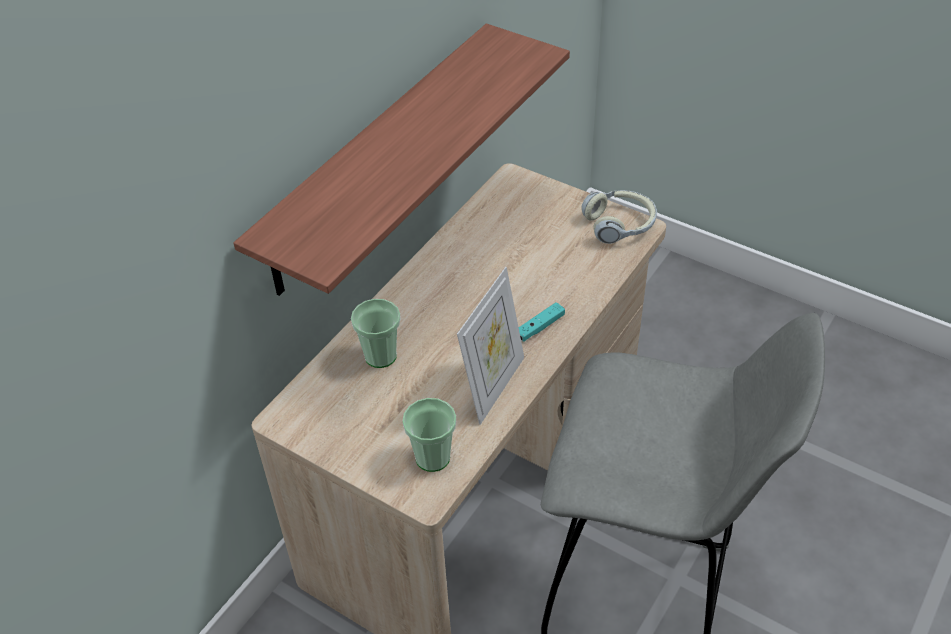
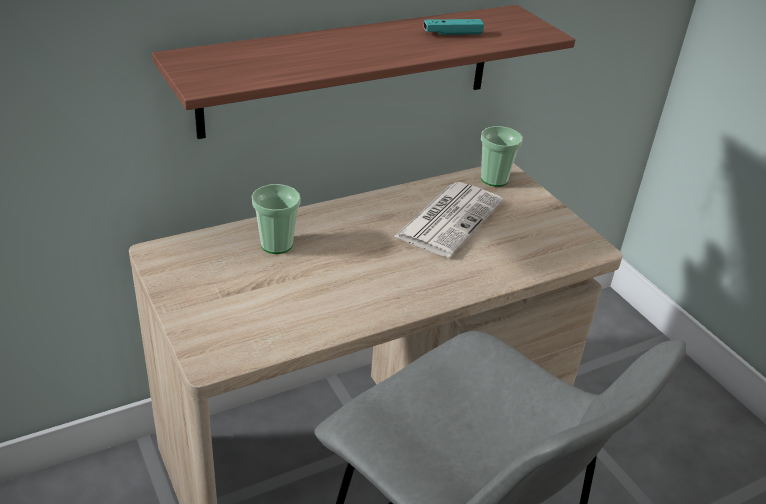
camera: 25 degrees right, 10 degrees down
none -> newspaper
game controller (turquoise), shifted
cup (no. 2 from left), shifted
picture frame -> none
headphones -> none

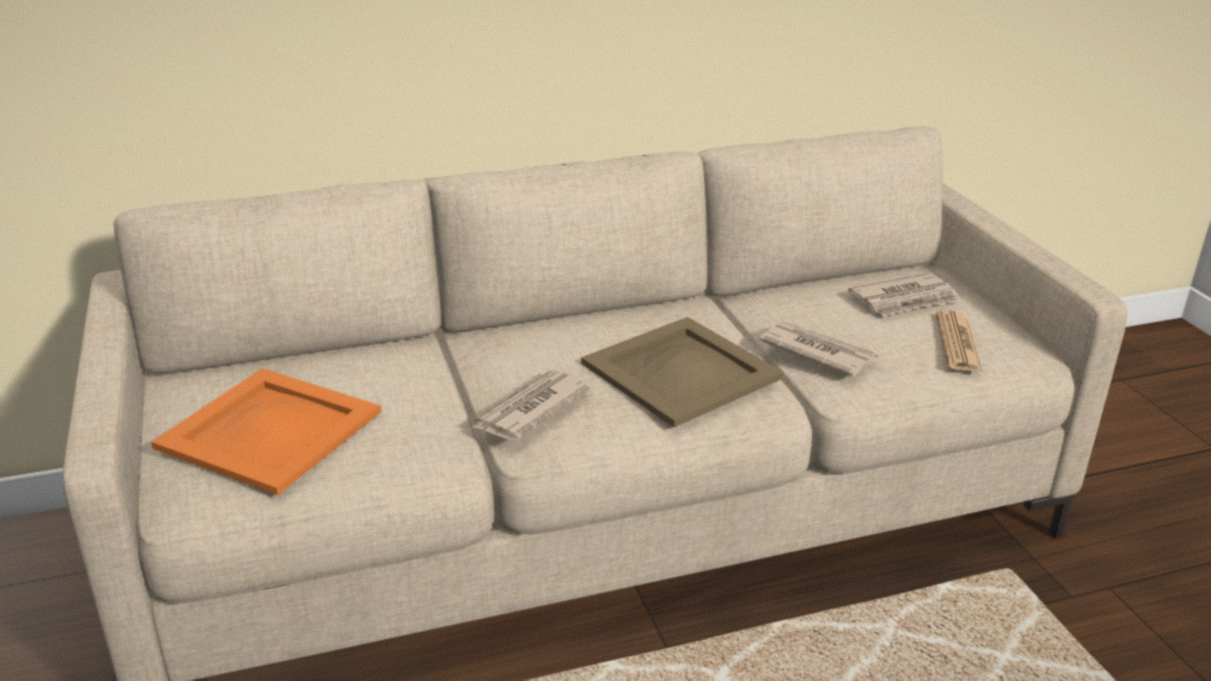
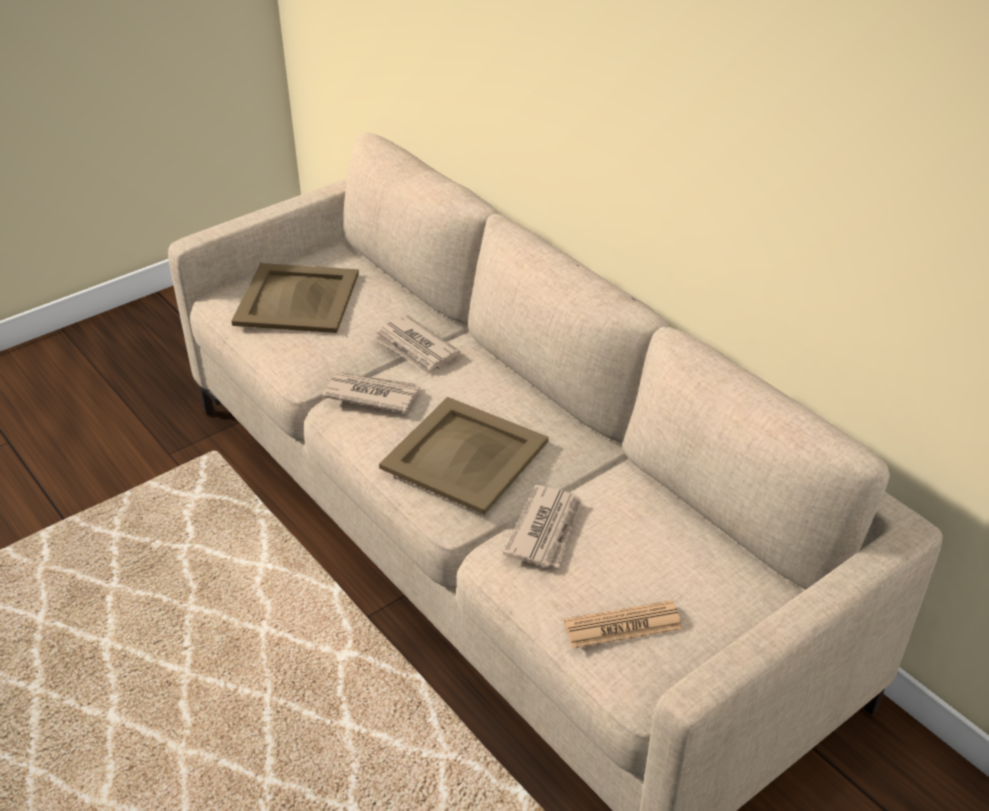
camera: 70 degrees right, 10 degrees up
tray (orange) -> tray (beige) (no. 1 from left)
newspaper (no. 3 from left in the first image) -> newspaper (no. 2 from left), shifted

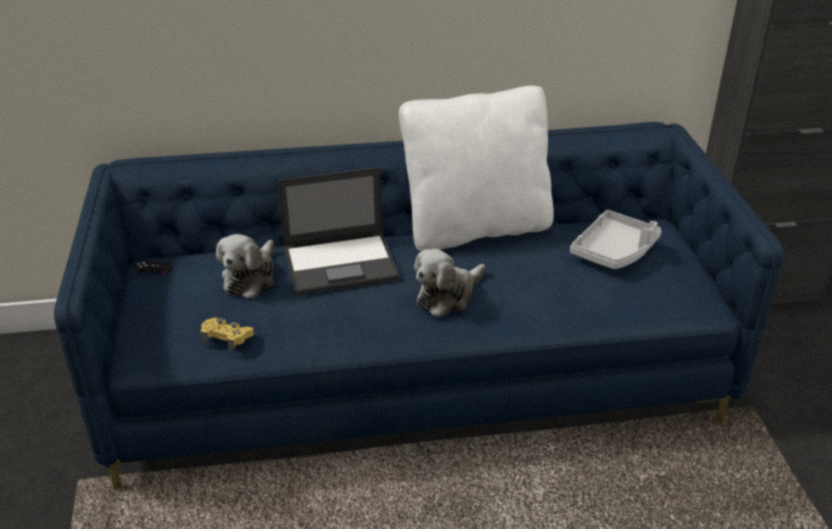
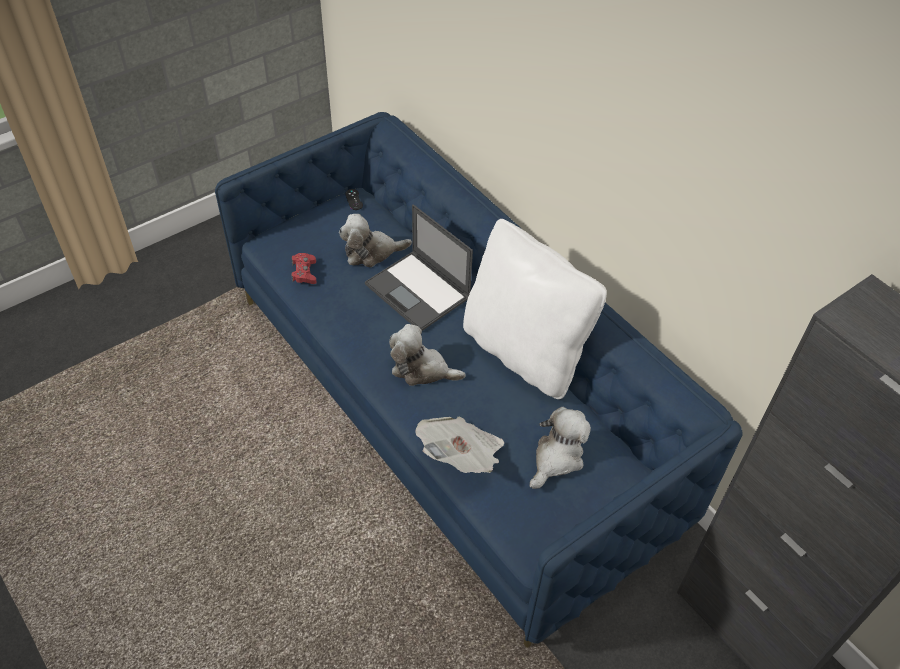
camera: 60 degrees right, 15 degrees up
game controller (yellow) -> game controller (red)
none -> newspaper
tray (grey) -> plush toy (no. 3 from left)

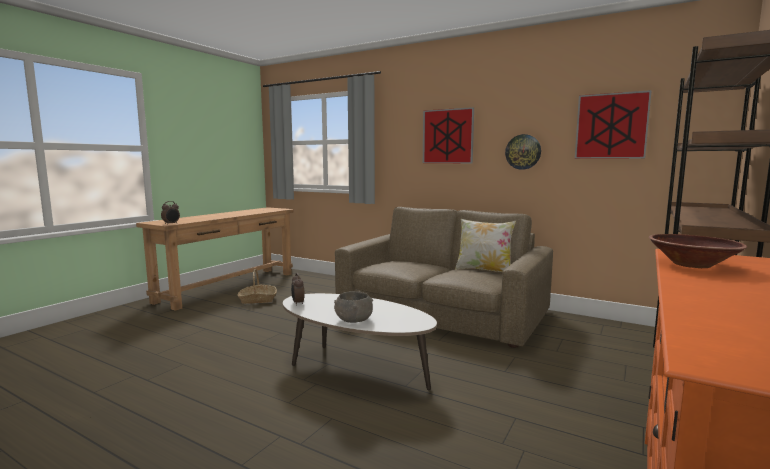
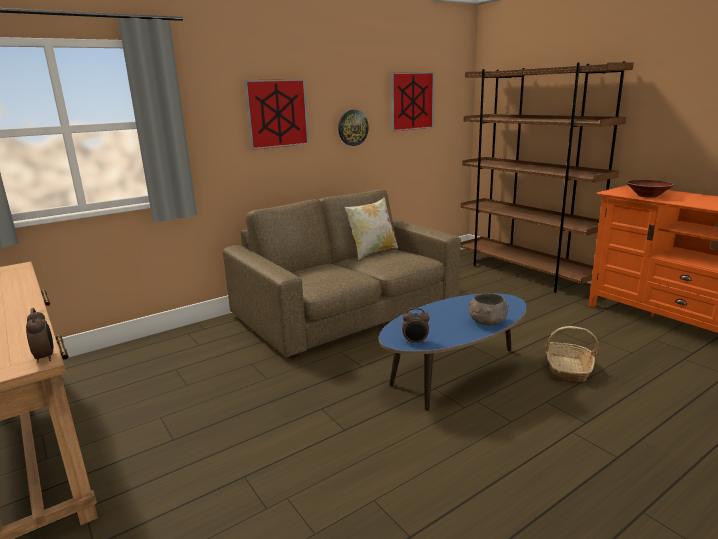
camera: 65 degrees left, 10 degrees up
coffee table (white) -> coffee table (blue)
basket, shifted

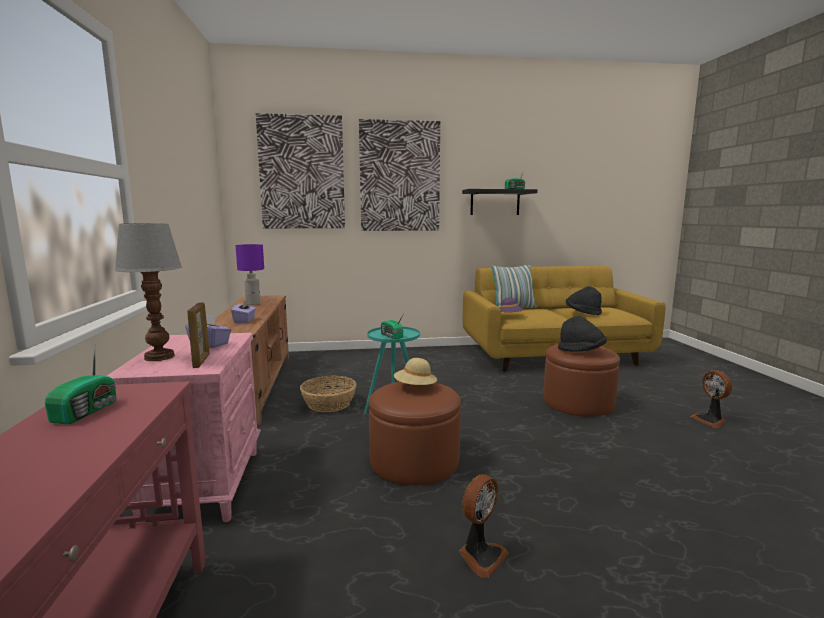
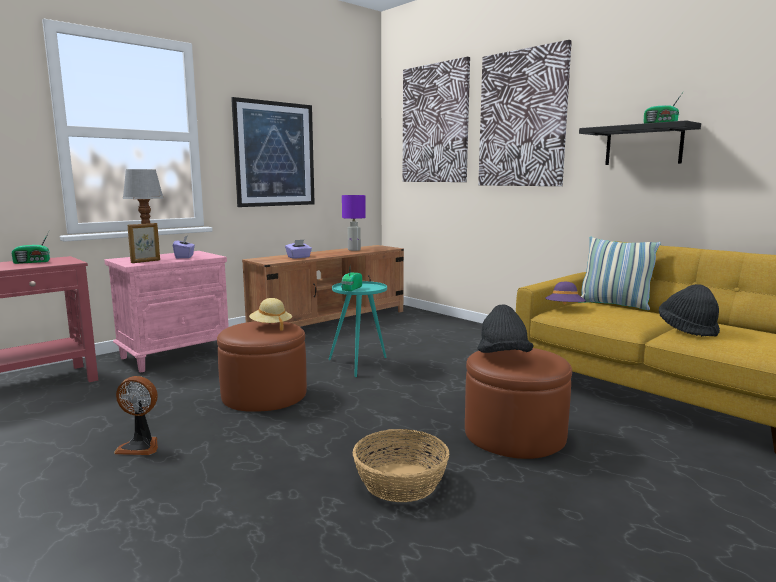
camera: 55 degrees right, 0 degrees up
none -> picture (no. 1 from left)
basket, shifted
fan (no. 2 from left) -> none

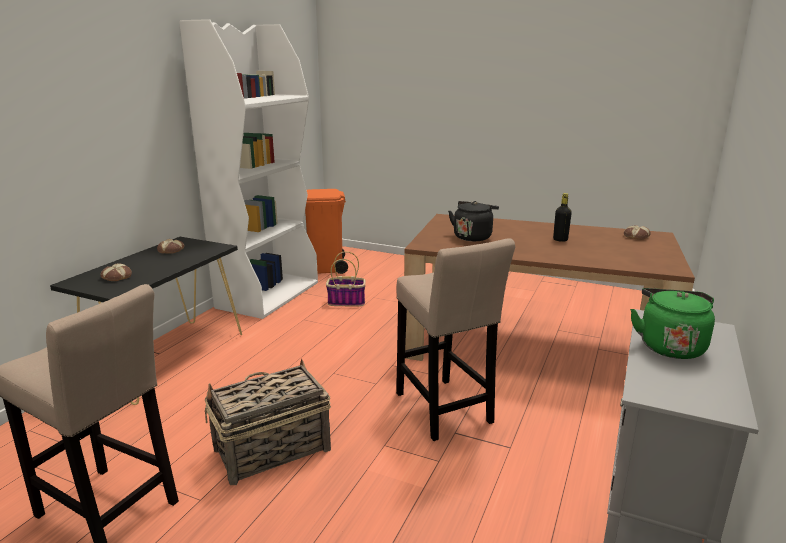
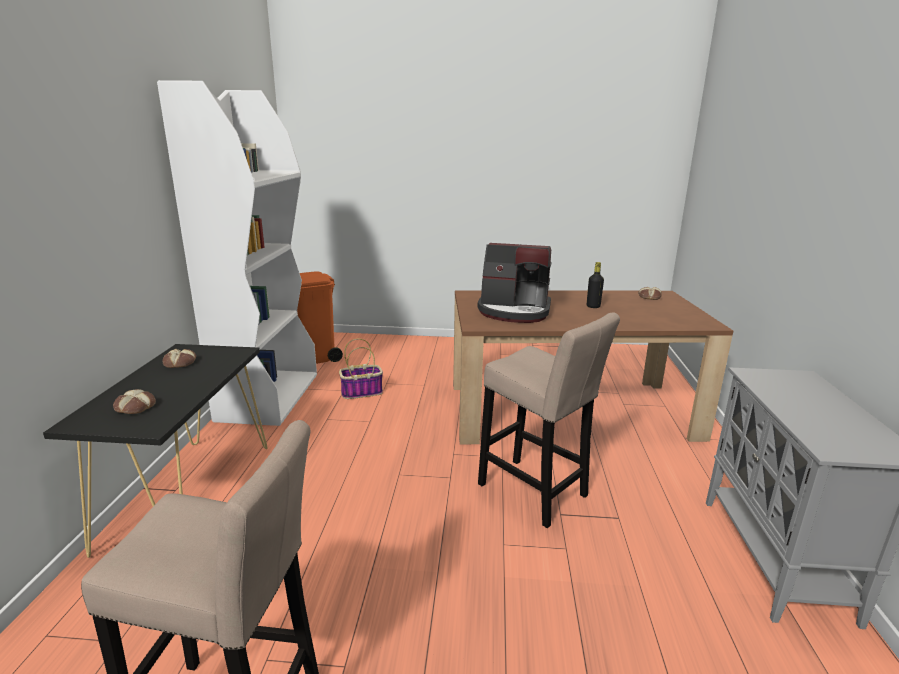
camera: 20 degrees left, 0 degrees up
kettle (black) -> coffee machine
basket (no. 1 from left) -> none
kettle (green) -> none

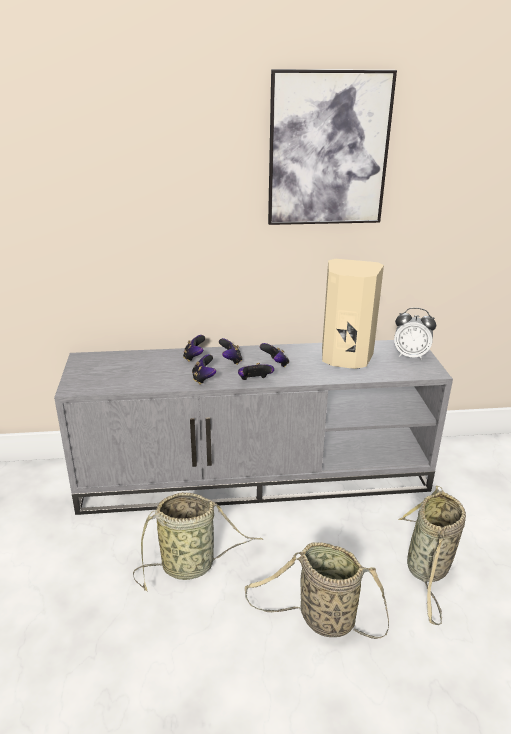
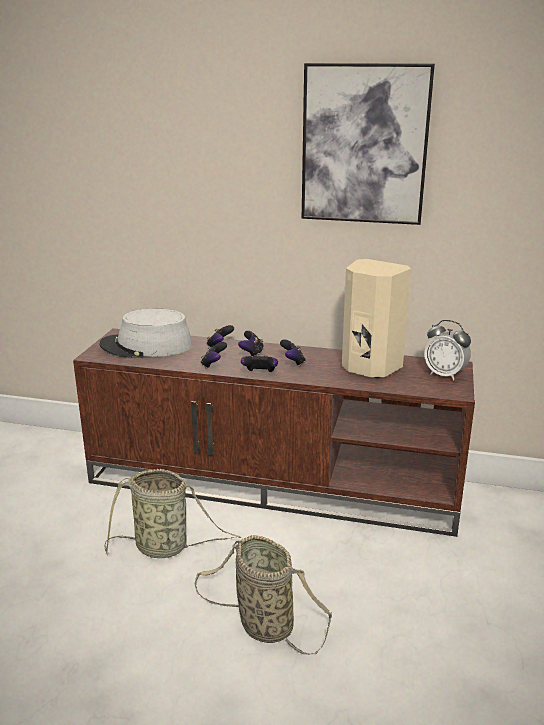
camera: 20 degrees right, 5 degrees down
tv stand (grey) -> tv stand (brown)
none -> hat (grey)
basket (no. 3 from left) -> none

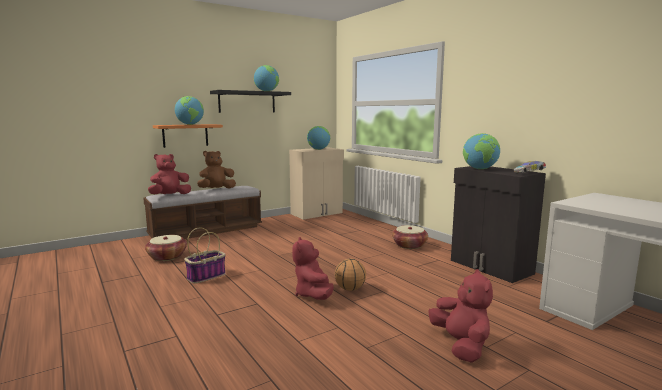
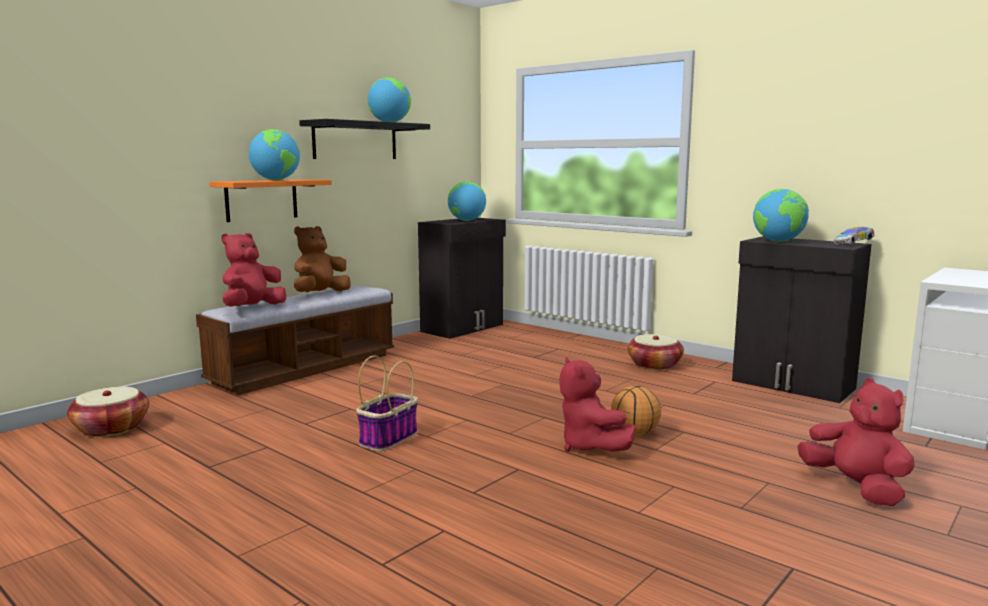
camera: 15 degrees left, 0 degrees up
basket (no. 1 from left), shifted
cabinet (beige) -> cabinet (black) (no. 1 from left)

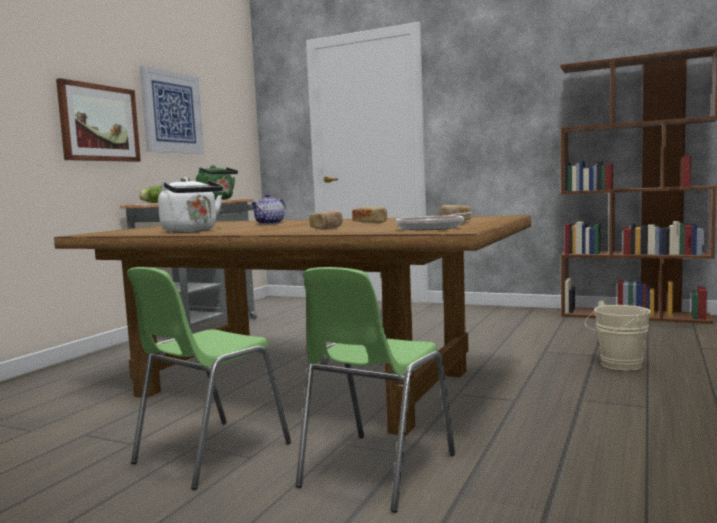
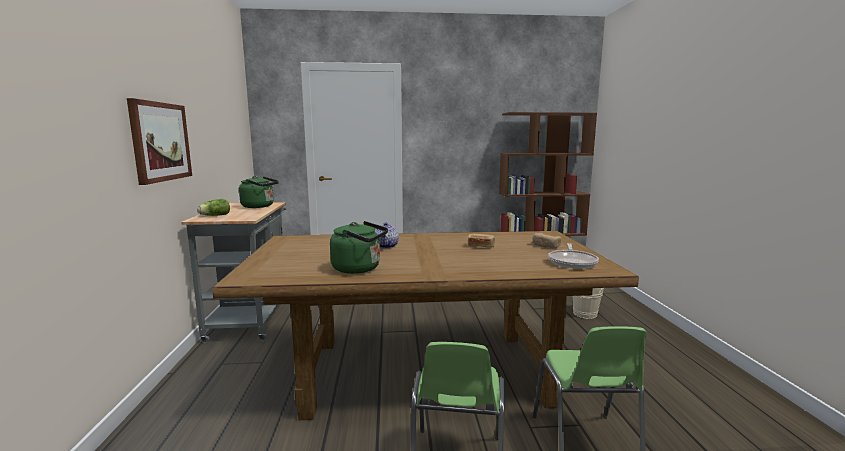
camera: 30 degrees left, 5 degrees up
kettle (white) -> kettle (green) (no. 2 from left)
picture (no. 2 from left) -> none
bread (no. 1 from left) -> none

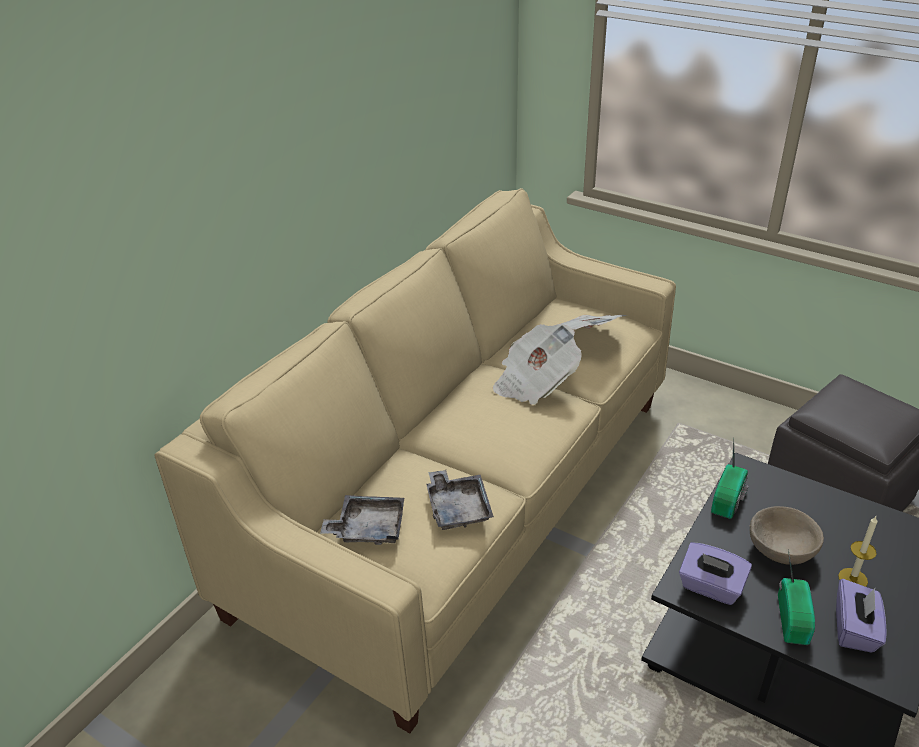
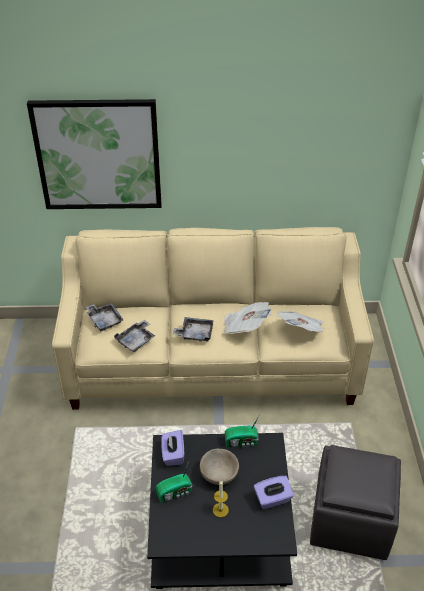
camera: 55 degrees right, 5 degrees up
none -> picture
none -> tray (grey) (no. 3 from left)
tissue box (purple) (no. 2 from left), shifted

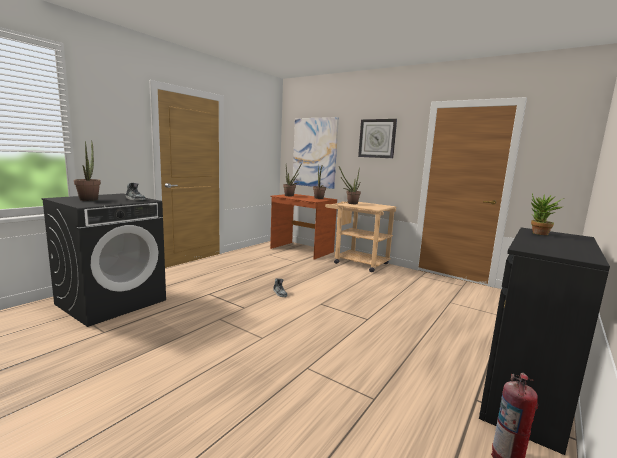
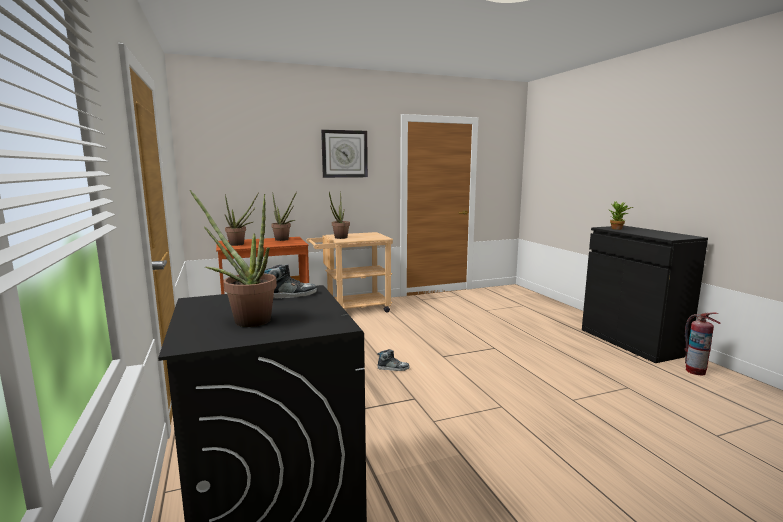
camera: 55 degrees left, 0 degrees up
picture -> none

